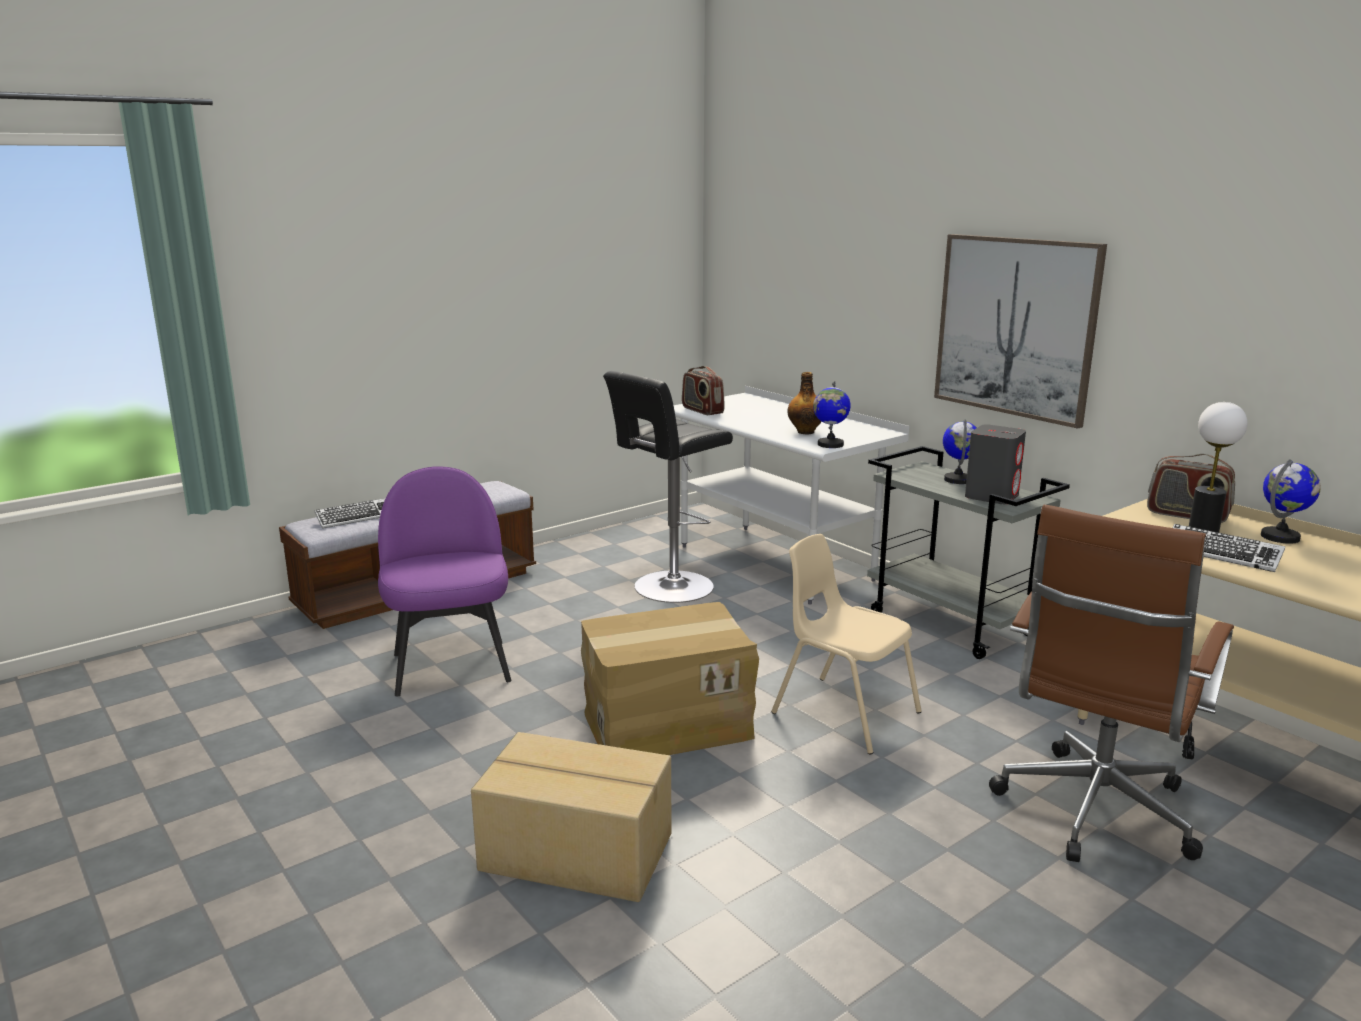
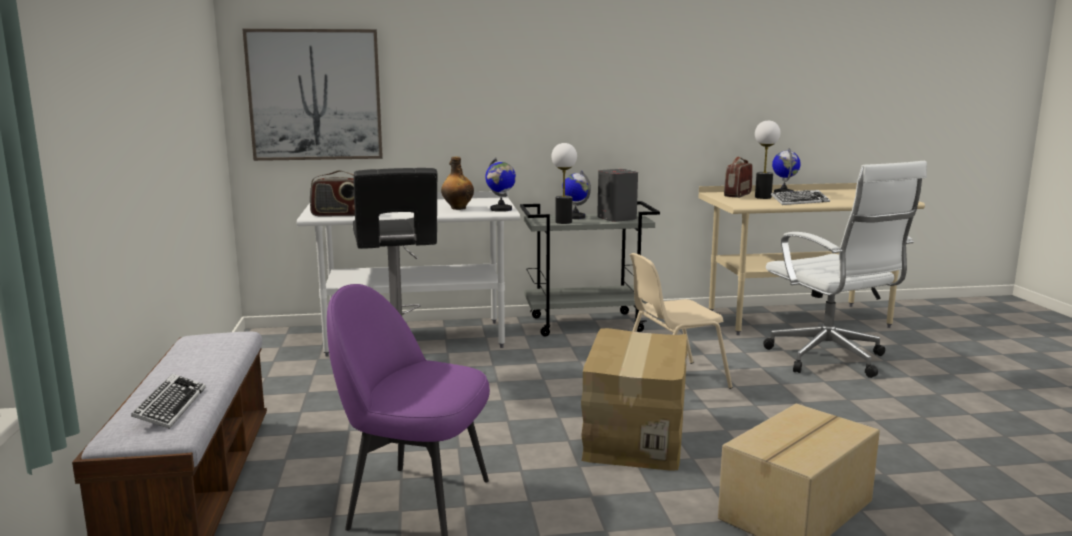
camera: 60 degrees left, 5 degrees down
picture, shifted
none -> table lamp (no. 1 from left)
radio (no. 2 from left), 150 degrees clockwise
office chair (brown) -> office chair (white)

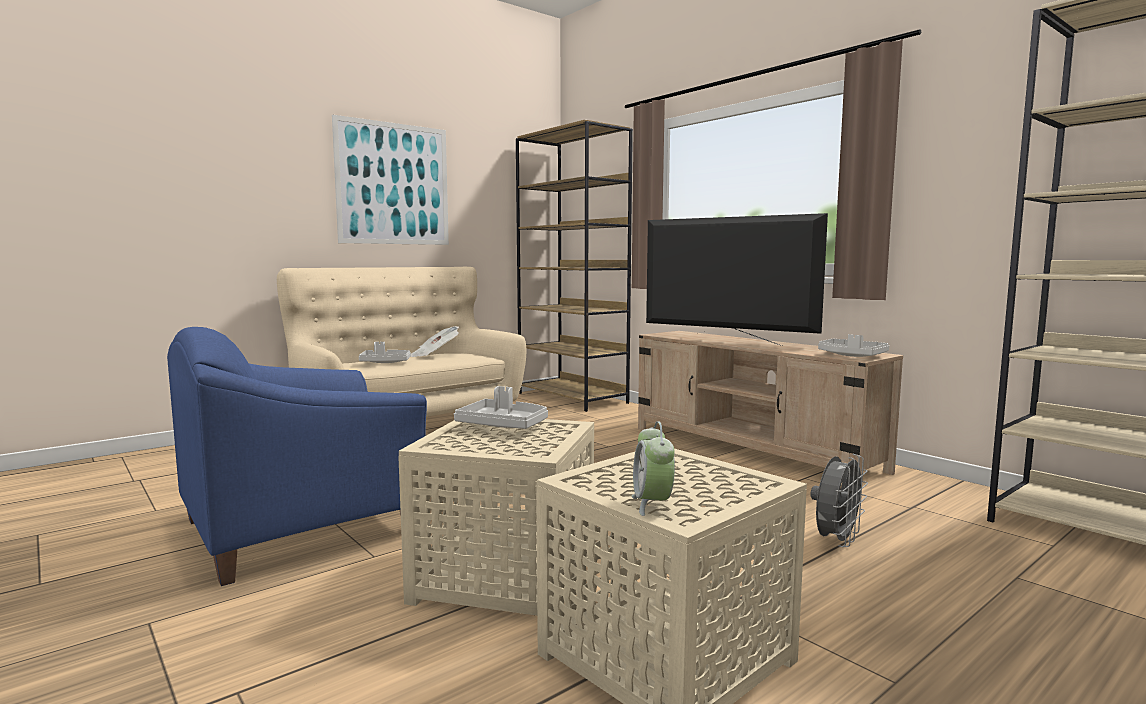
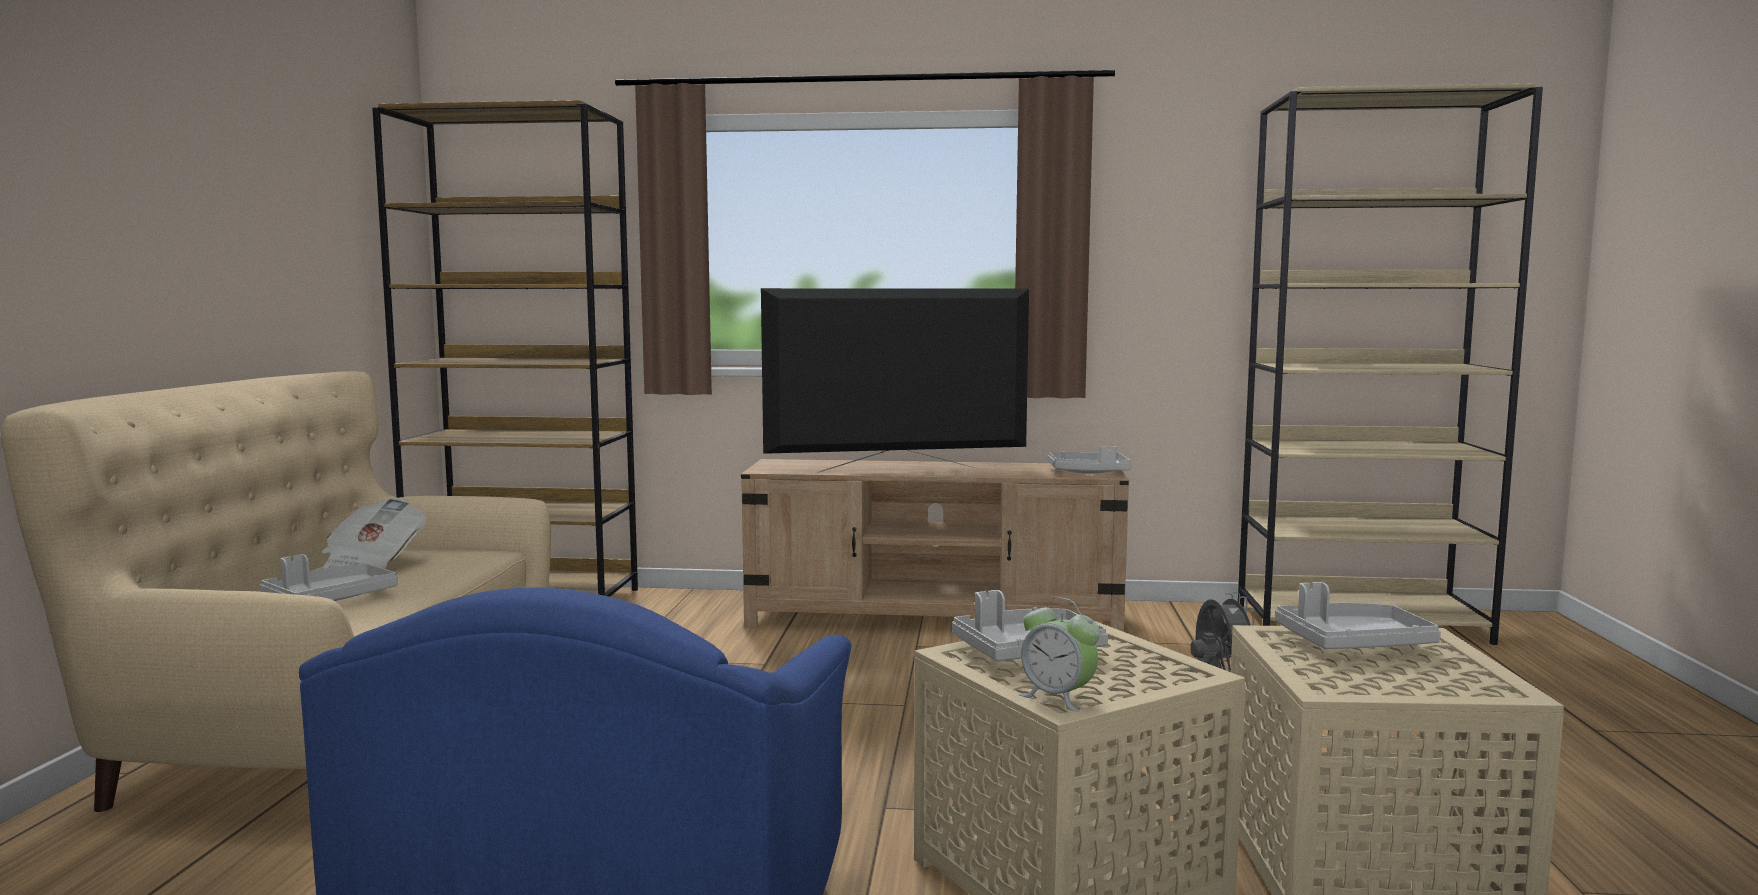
camera: 45 degrees left, 0 degrees up
alarm clock, shifted
none -> tray (grey) (no. 4 from left)
picture -> none

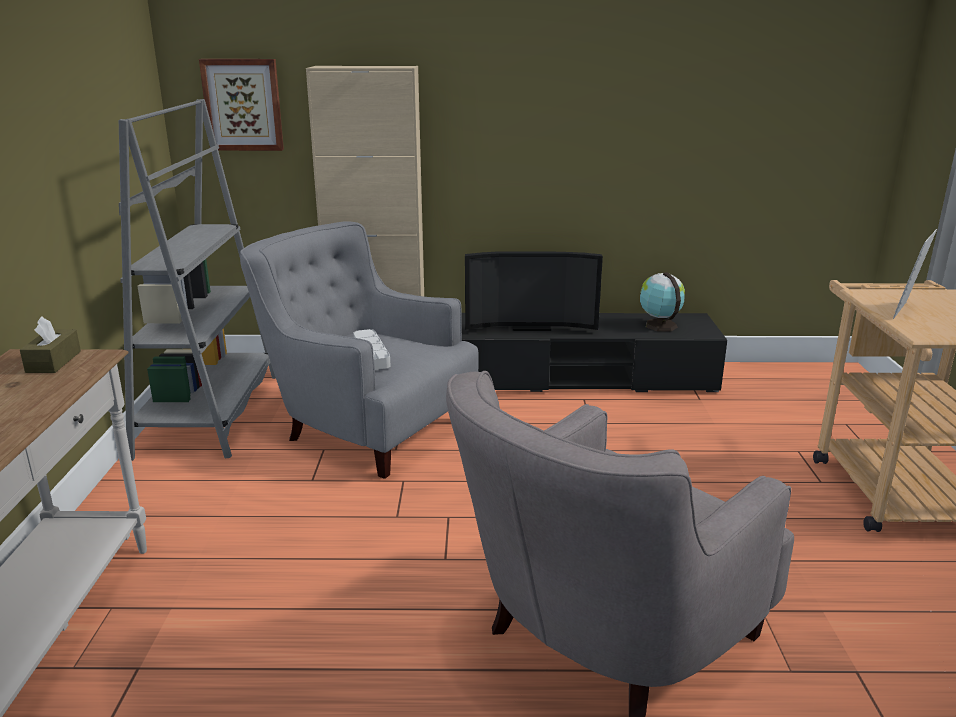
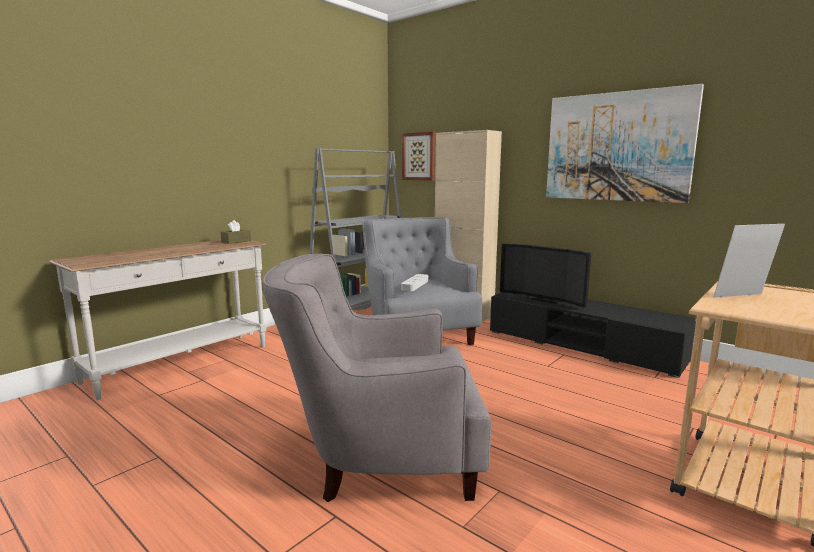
camera: 40 degrees right, 10 degrees down
none -> picture (no. 2 from left)
globe -> none

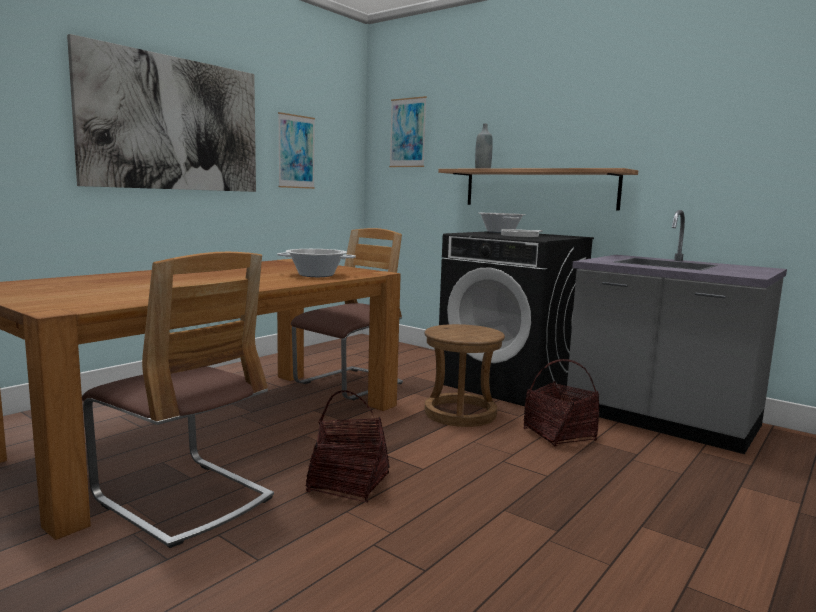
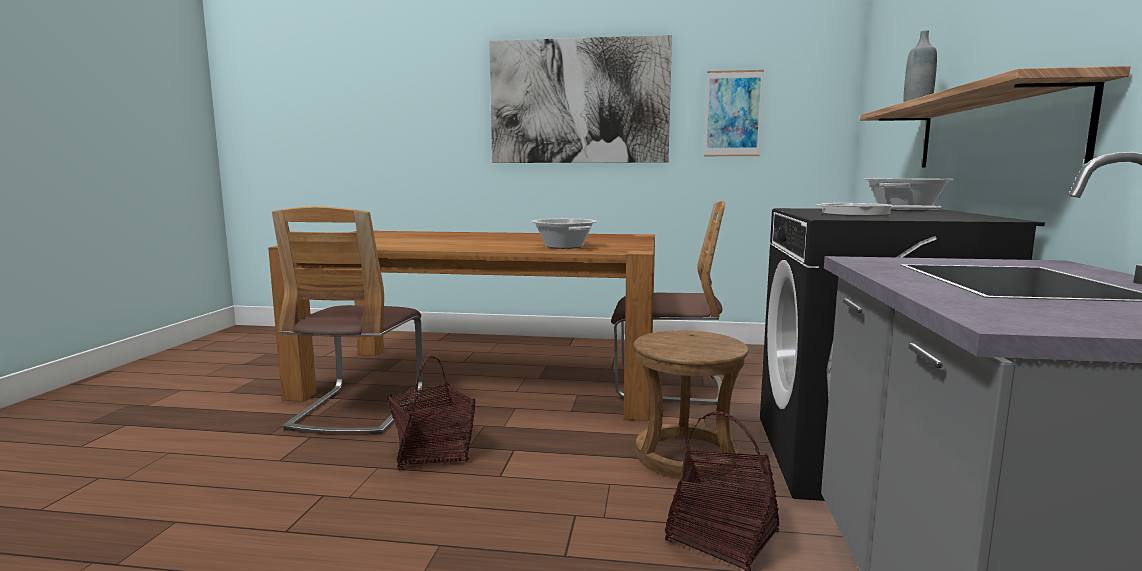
camera: 60 degrees right, 0 degrees up
picture (no. 3 from left) -> none

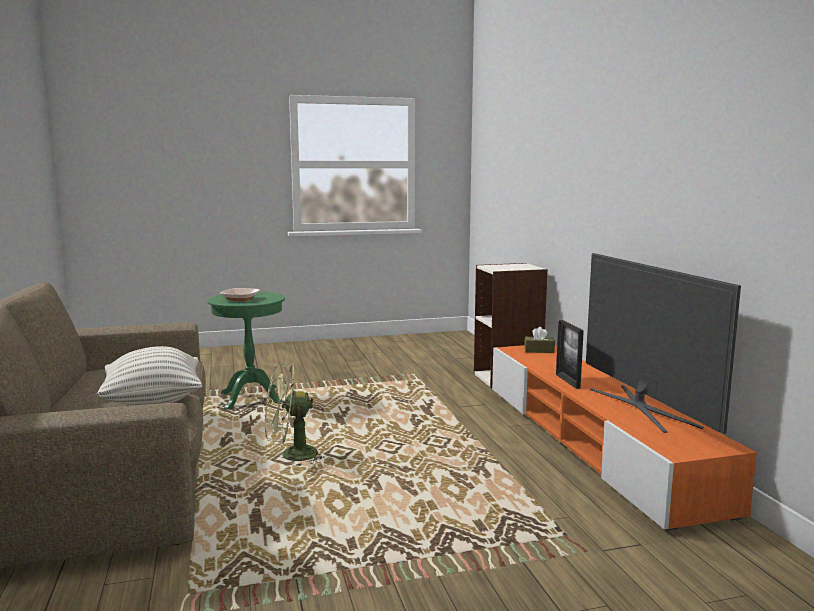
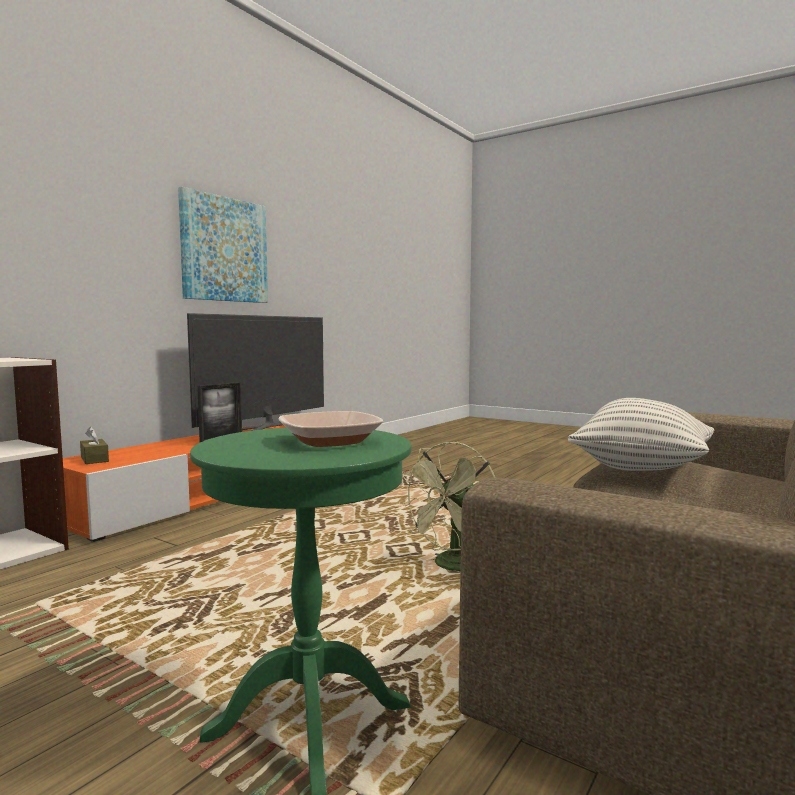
camera: 130 degrees left, 5 degrees down
none -> picture
fan (green), 90 degrees clockwise

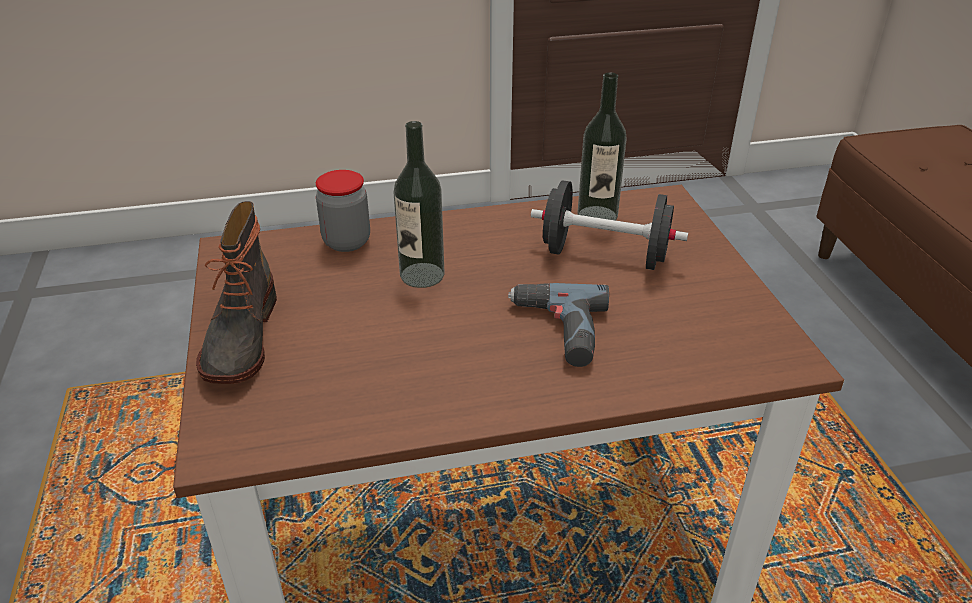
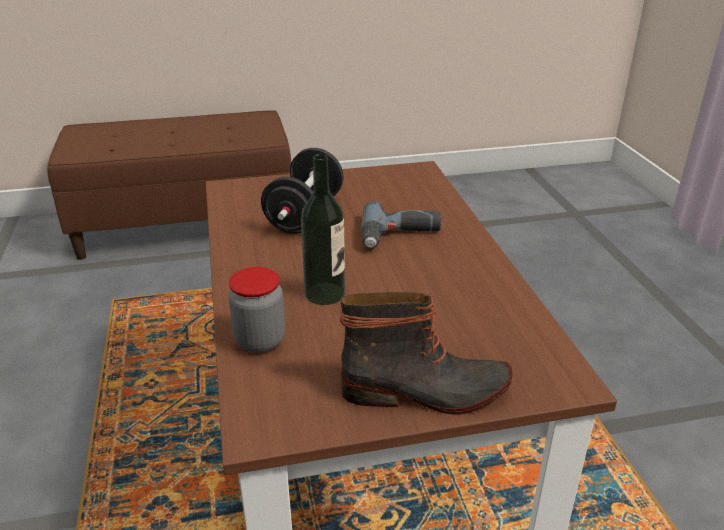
camera: 90 degrees left, 5 degrees down
bottle (no. 2 from left) -> none

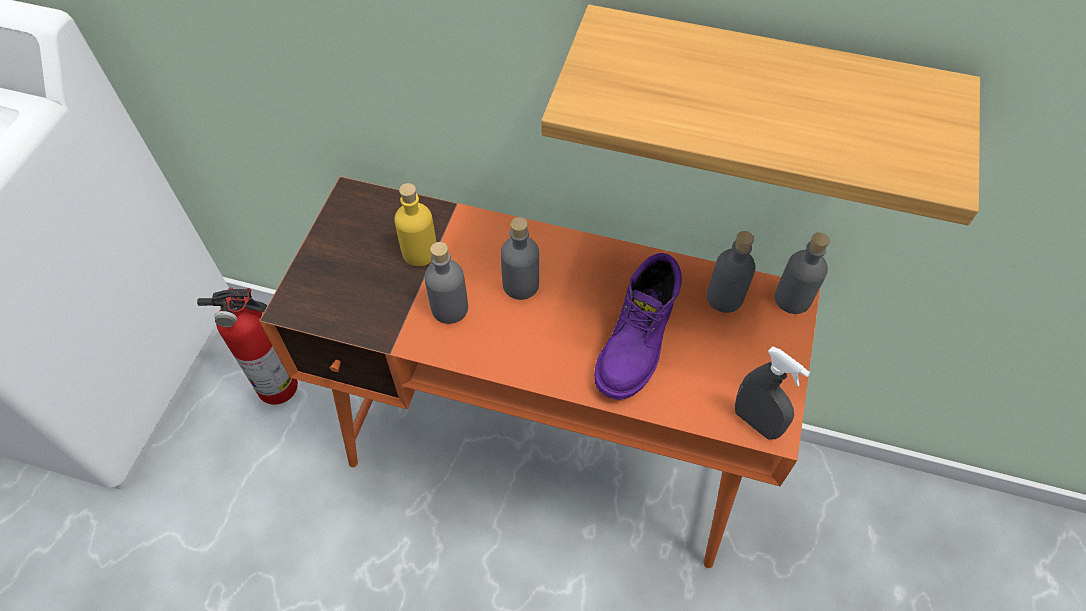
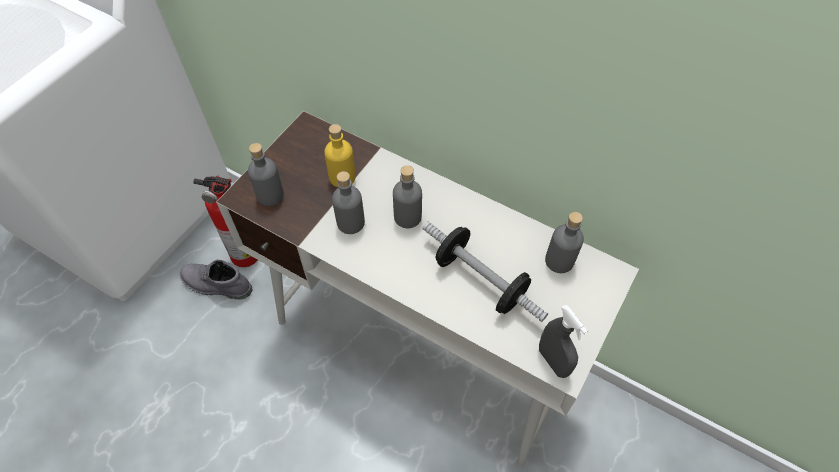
camera: 15 degrees right, 0 degrees up
none -> boot (grey)
desk (orange) -> desk (white)
bottle (grey) (no. 4 from left in the first image) -> bottle (grey) (no. 1 from left), shifted
boot (purple) -> dumbbell
shelf -> none

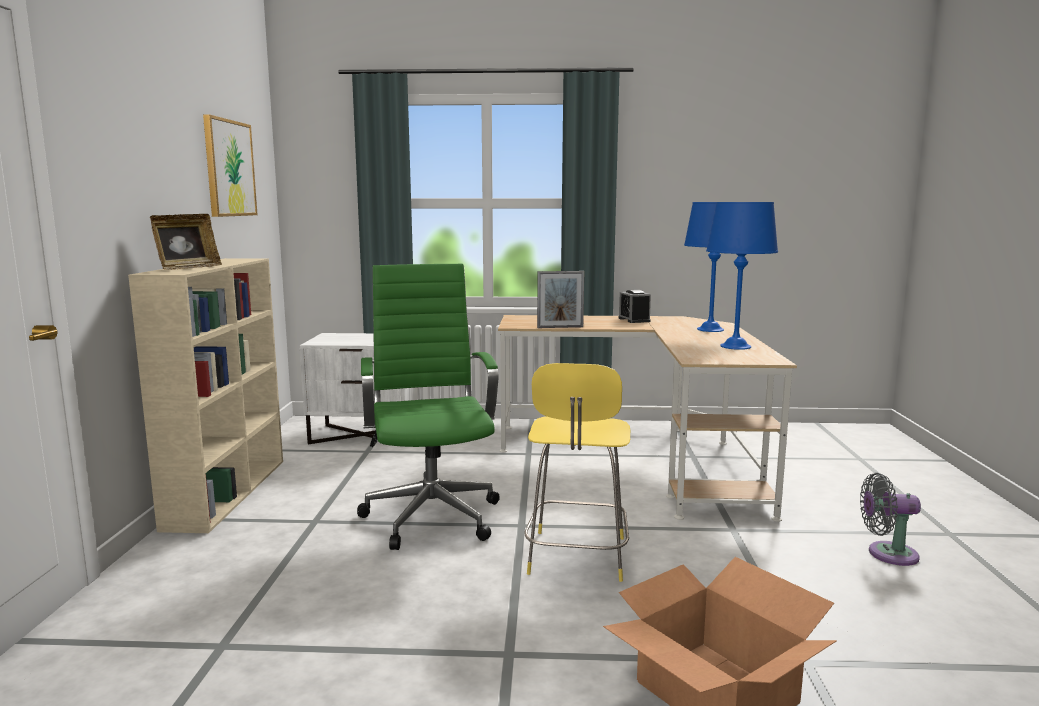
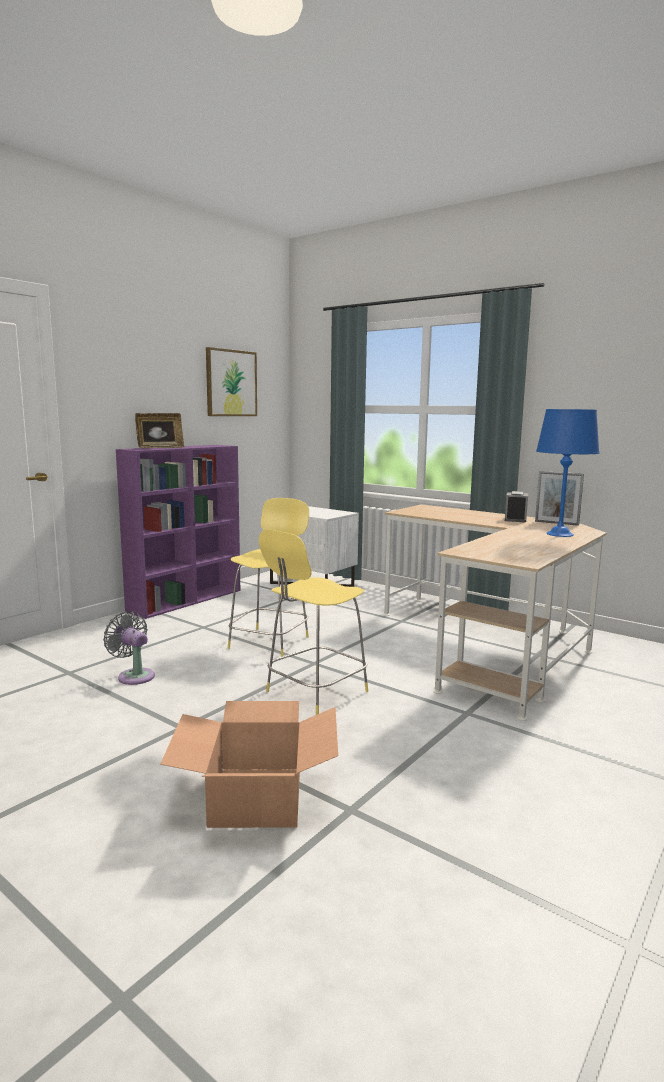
camera: 35 degrees right, 0 degrees up
fan (grey), shifted
bookcase (beige) -> bookcase (purple)
office chair (green) -> stool (yellow) (no. 1 from left)
picture frame (no. 2 from left), shifted
table lamp (blue) (no. 2 from left) -> none

